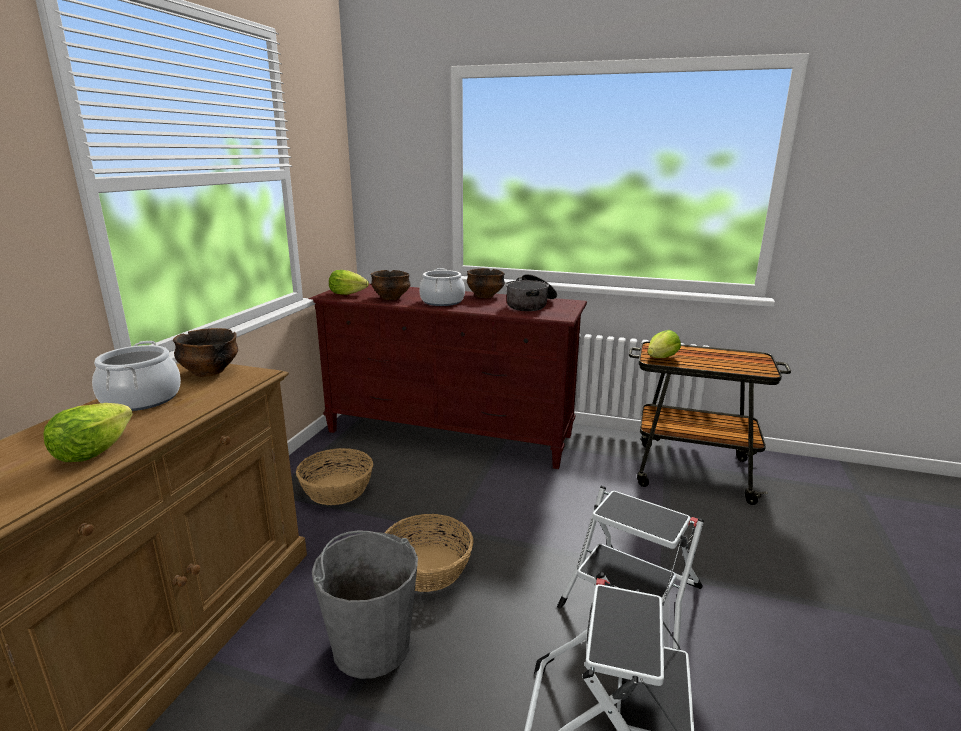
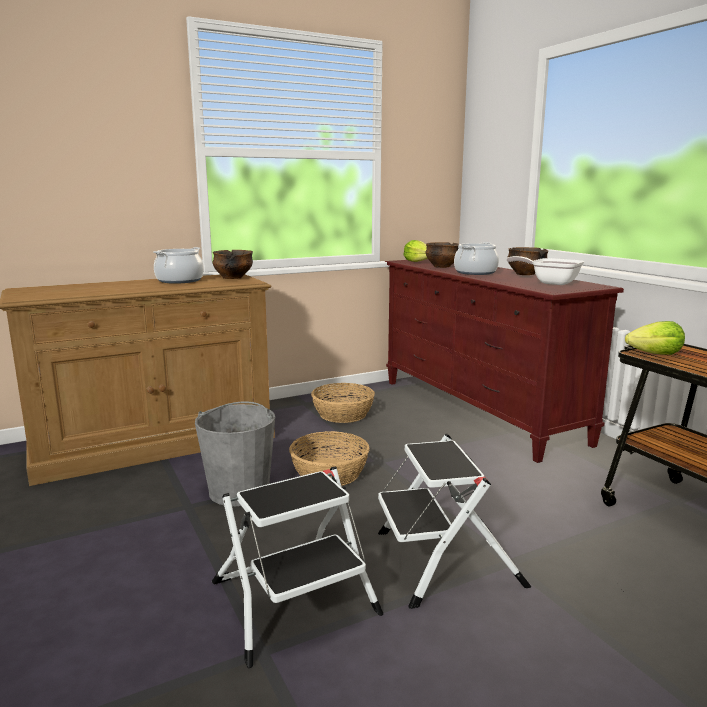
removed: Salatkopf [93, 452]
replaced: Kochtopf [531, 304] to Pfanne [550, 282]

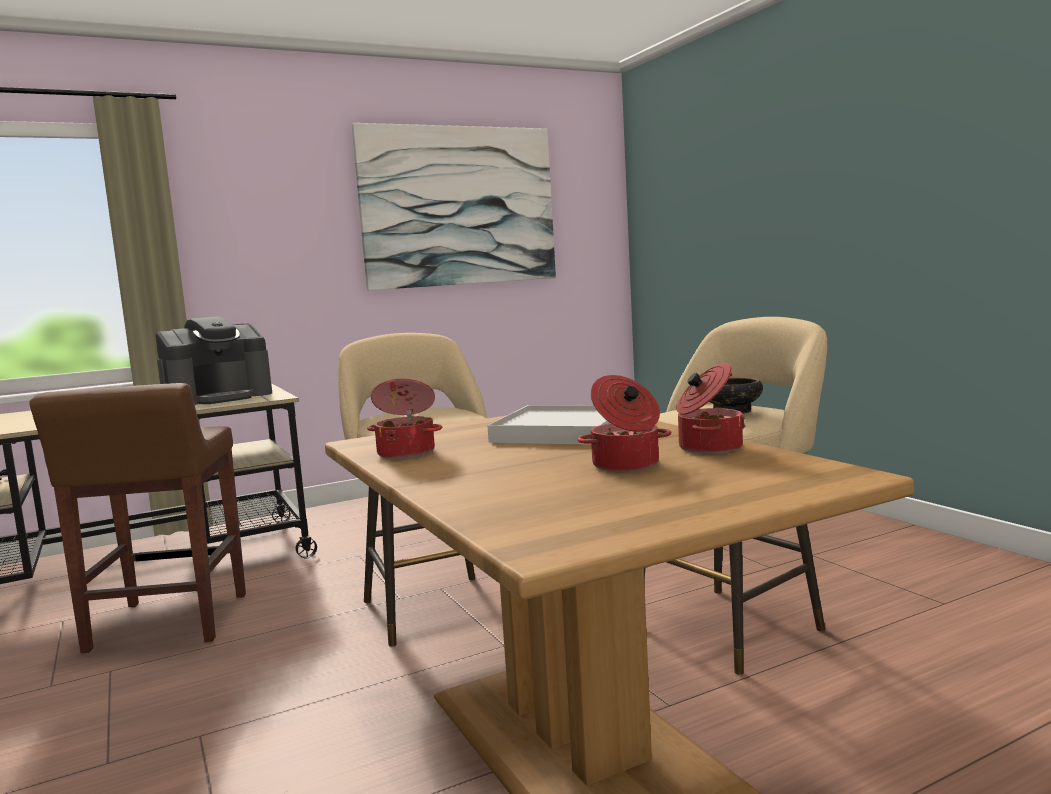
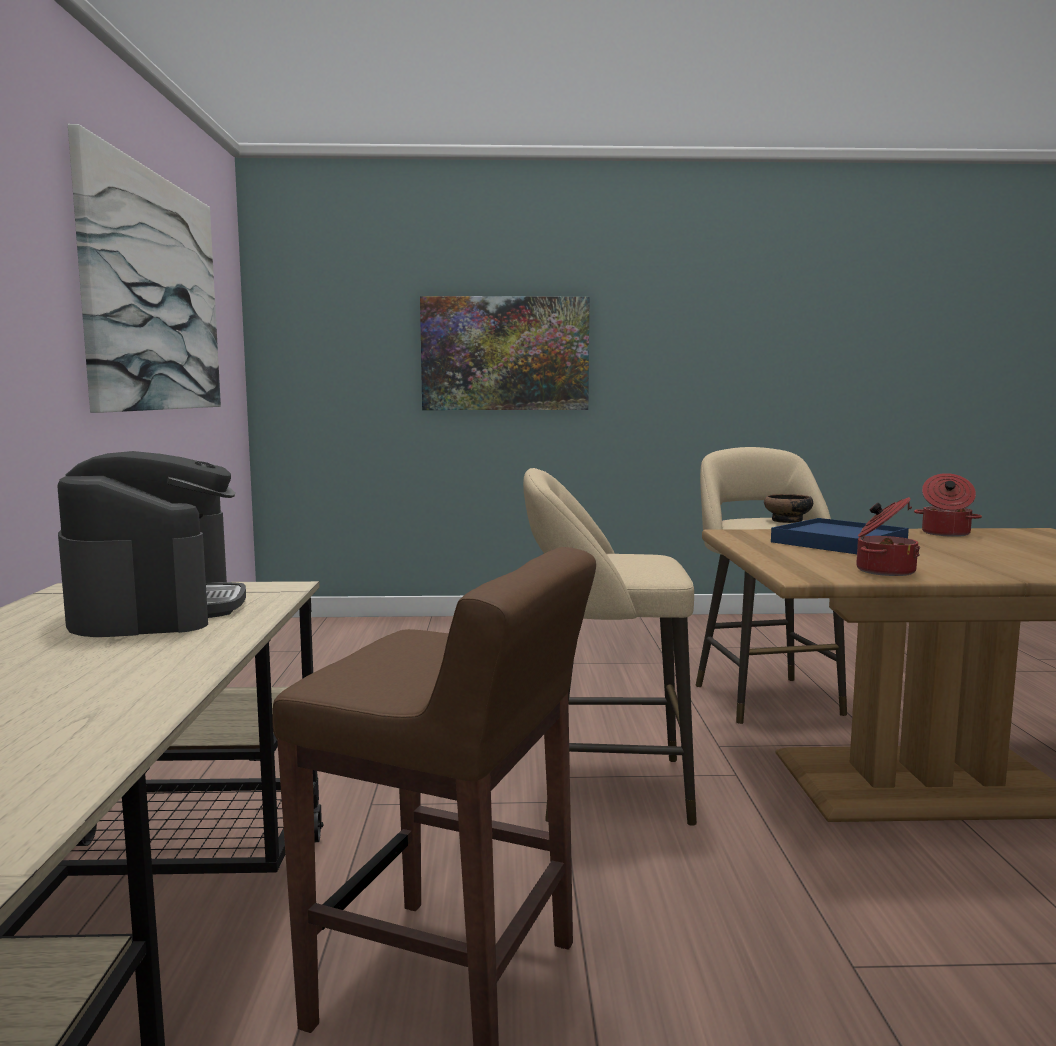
removed: Kochtopf [626, 466]
added: Bild [505, 354]
recoloured: Tablett [weiß] [560, 431] to Tablett [blau] [839, 542]

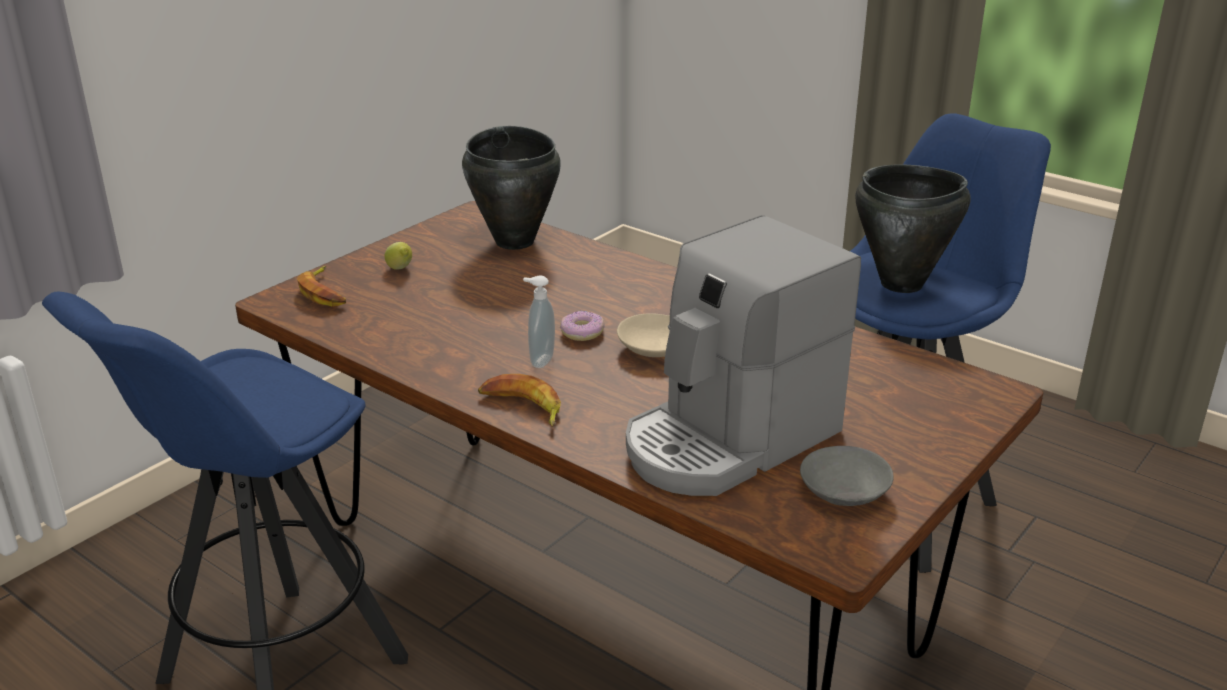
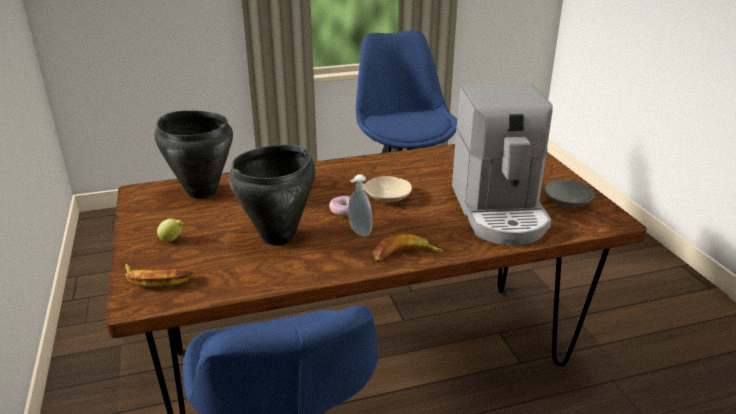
moved: Kochtopf [schwarz] [902, 284] to [278, 237]

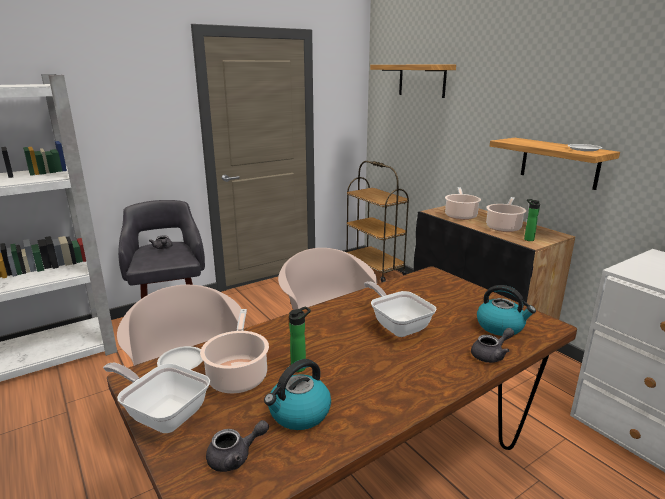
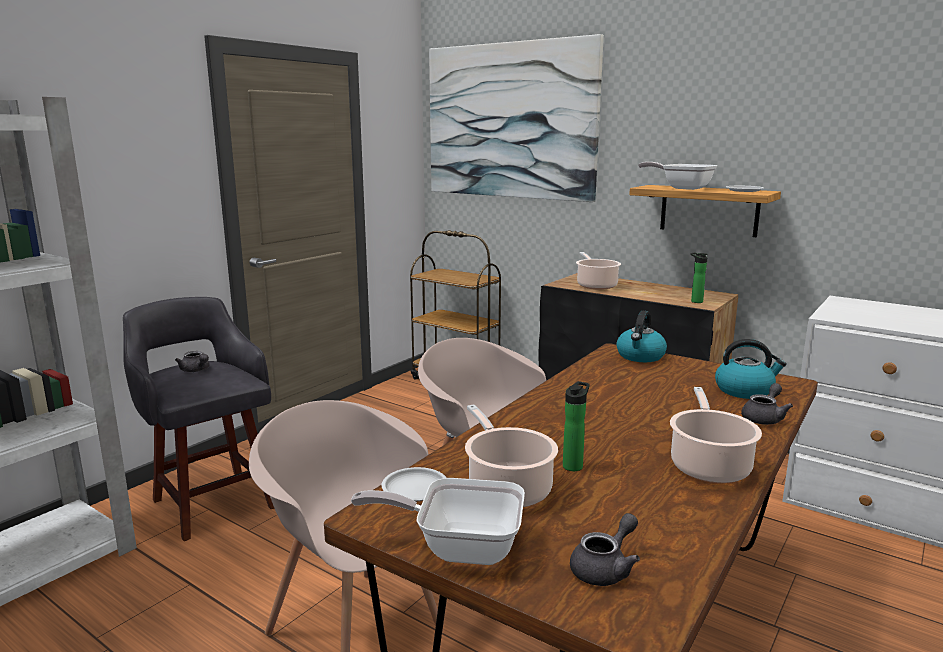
moved: Wasserkessel [299, 413] to [640, 356]; Pfanne [397, 325] to [682, 188]; Kochtopf [503, 227] to [709, 465]
replaced: Wandregal [422, 80] to Bild [509, 121]

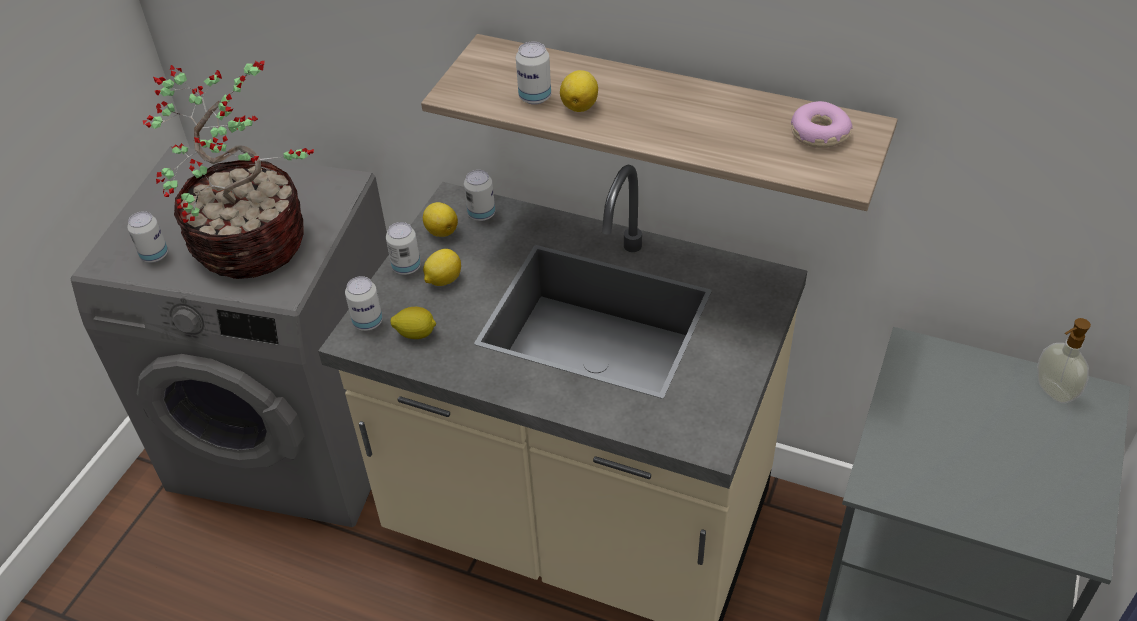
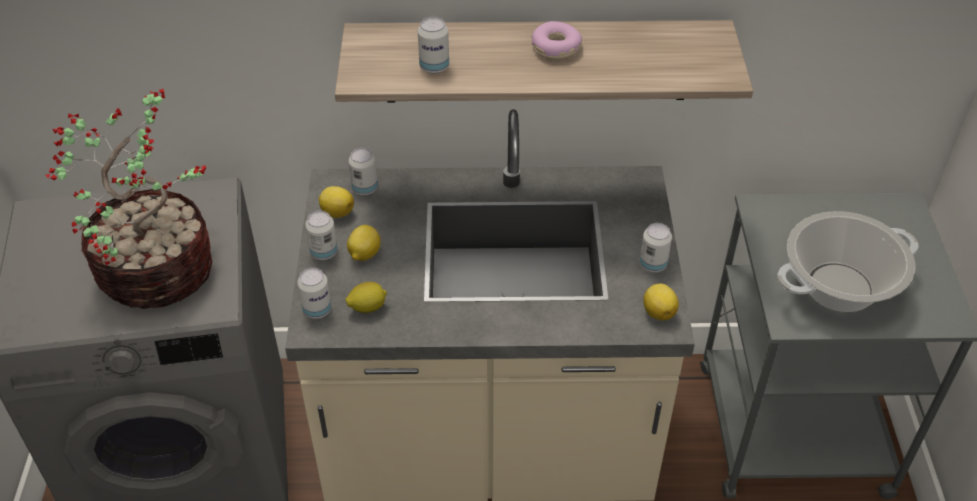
removed: Seifenspender [1052, 391]
added: Kochtopf [839, 288]
moved: Dose [154, 255] to [653, 264]; Zitrone [580, 106] to [658, 312]; Donut [818, 134] to [555, 48]

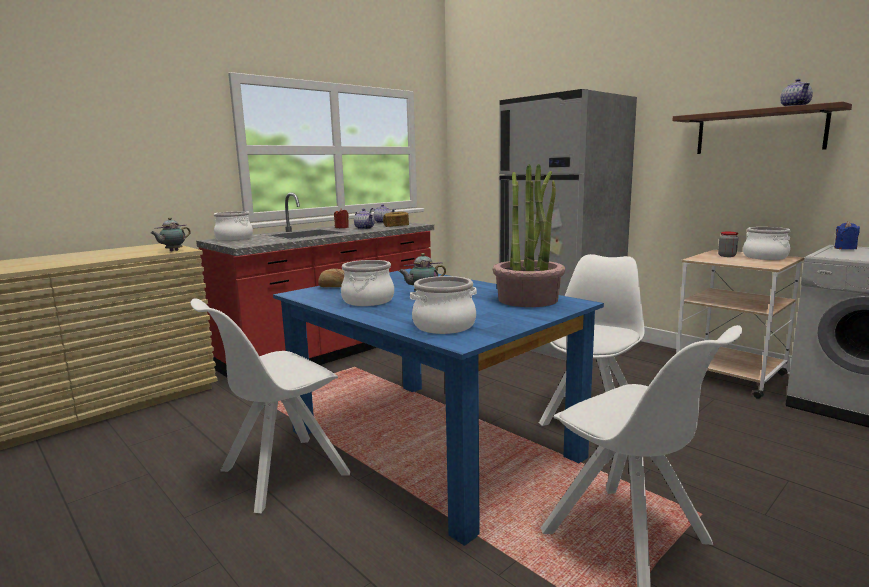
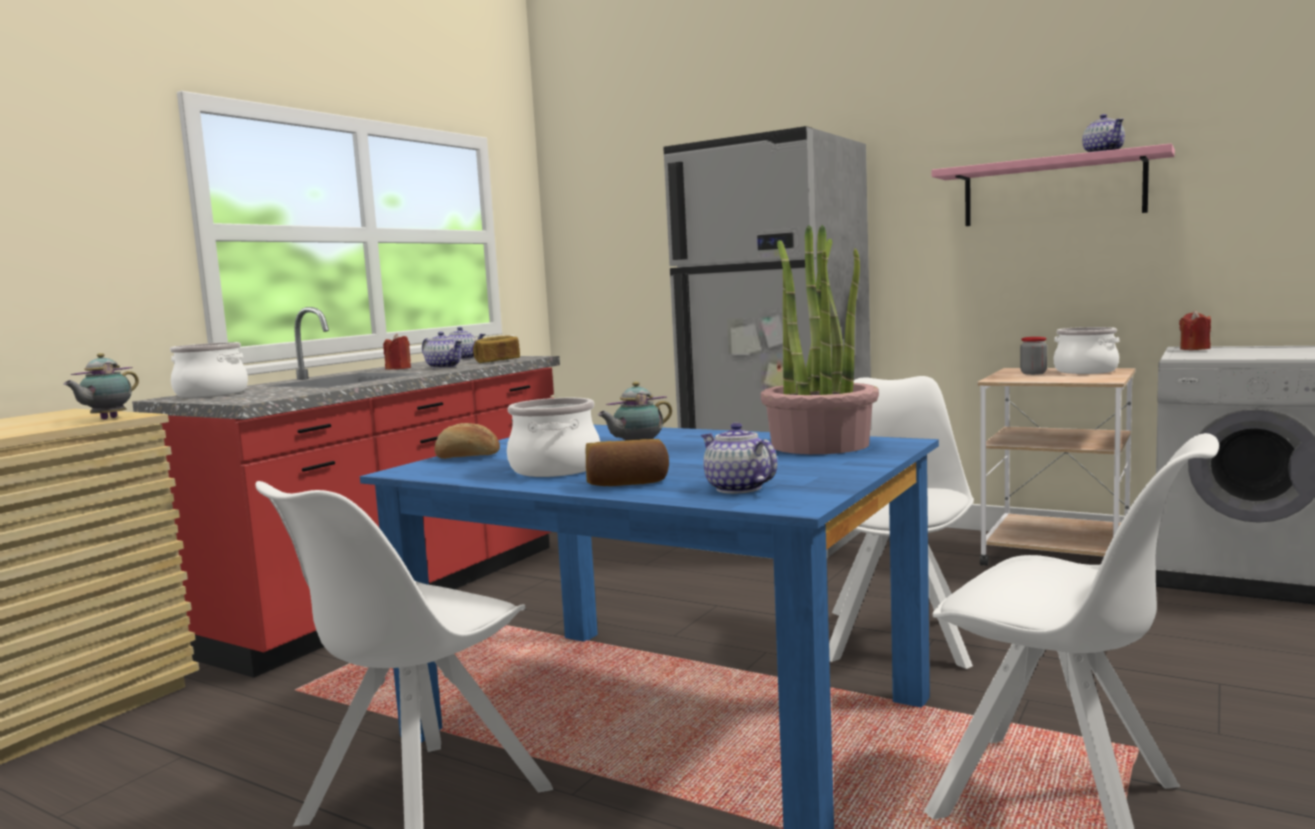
added: Brot [627, 483]
replaced: Kochtopf [444, 326] to Teekanne [737, 488]
recoloured: Wandregal [braun] [759, 131] to Wandregal [rosa] [1052, 190]; Kerze [blau] [845, 248] to Kerze [rot] [1194, 349]

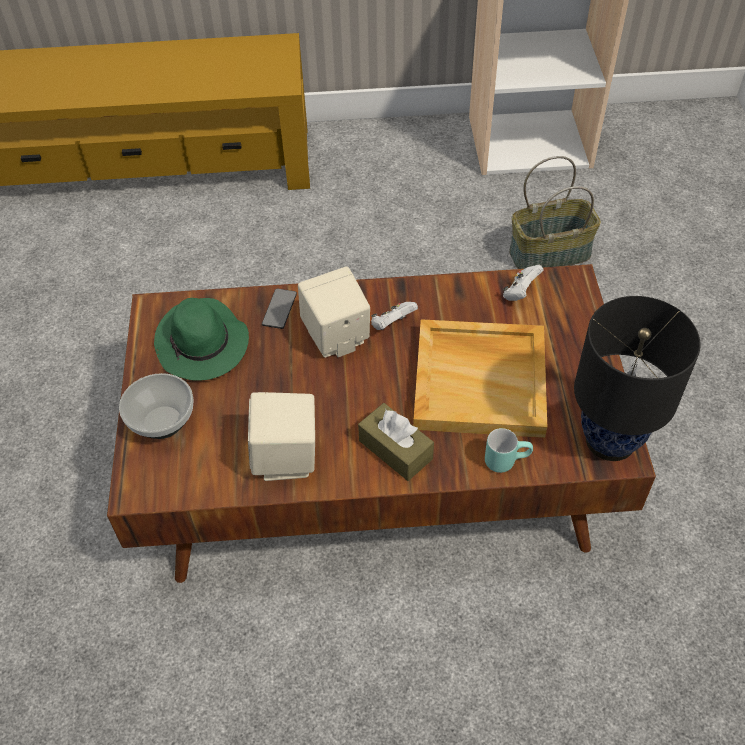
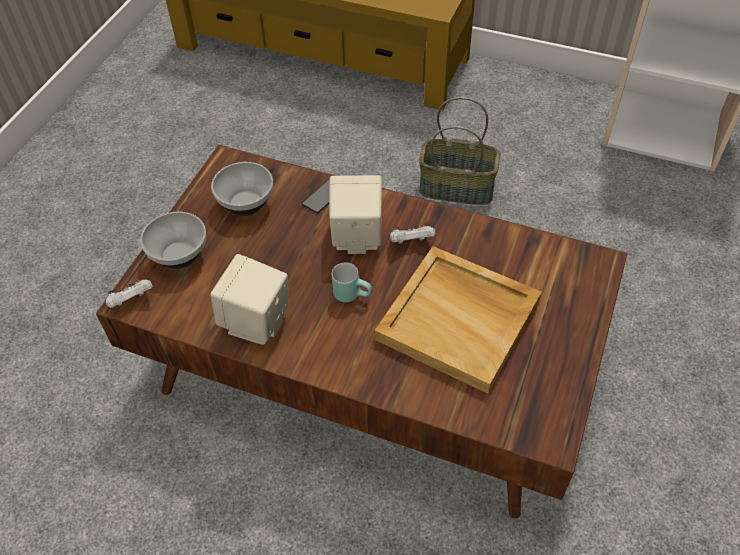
removed: Taschentuchbox [braun] [395, 449]; Tischlampe [schwarz] [610, 440]
moved: Henkelbecher [türkis] [506, 459] to [353, 294]; Gamepad [weiß] [520, 292] to [131, 301]; Korb [550, 252] to [457, 187]
replaced: Hut [grün] [203, 345] to Schüssel [246, 204]

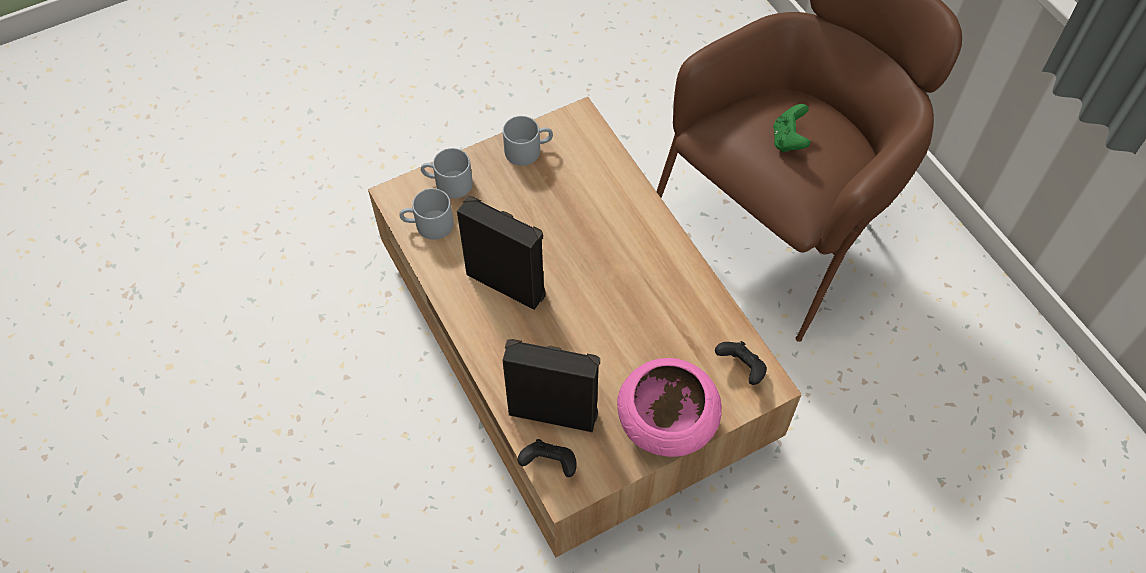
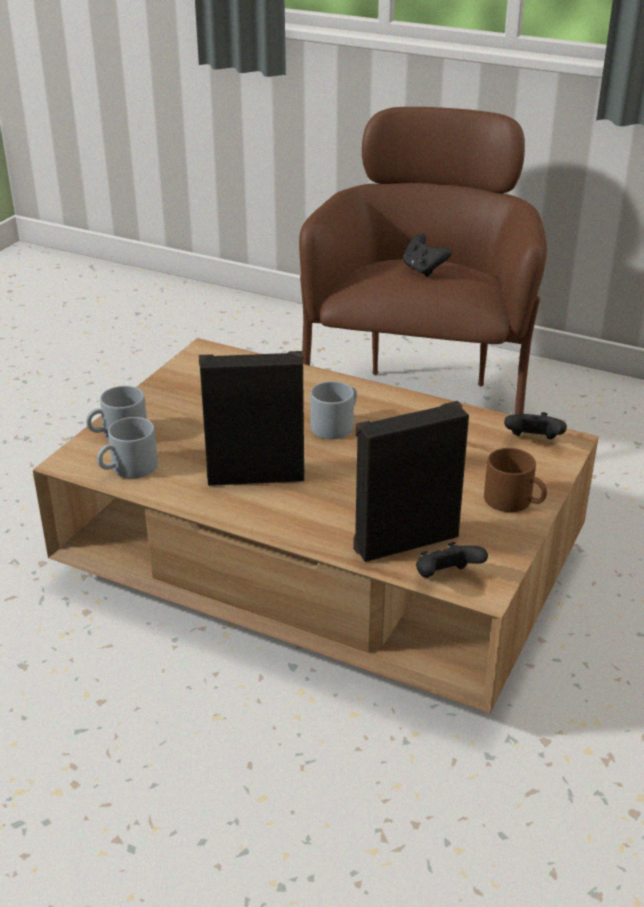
moved: Henkelbecher [grau] [528, 149] to [336, 424]
replaced: Schüssel [rosa] [666, 423] to Henkelbecher [braun] [515, 501]
recoloured: Gamepad [grün] [788, 140] to Gamepad [schwarz] [423, 270]

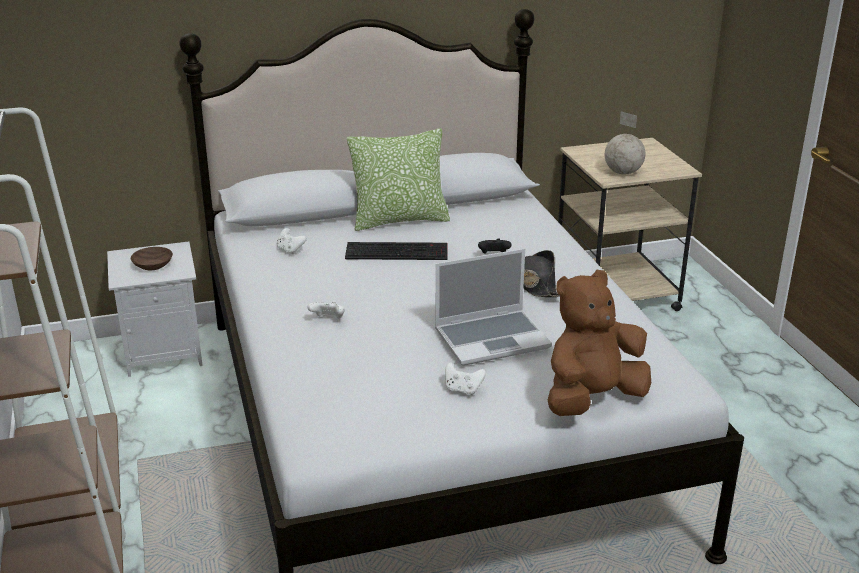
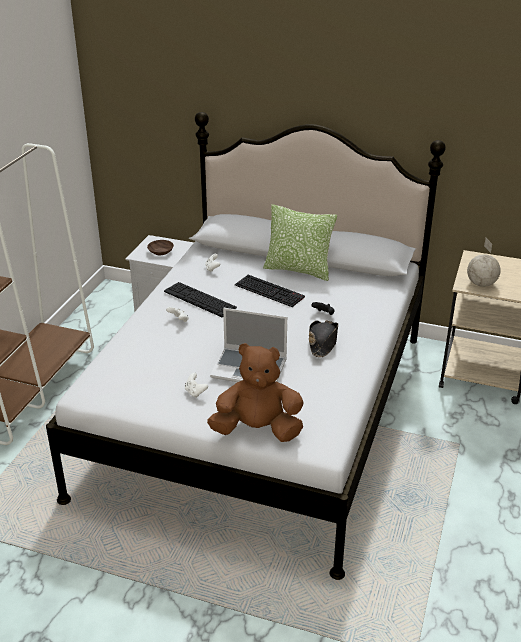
added: Tastatur [199, 299]

